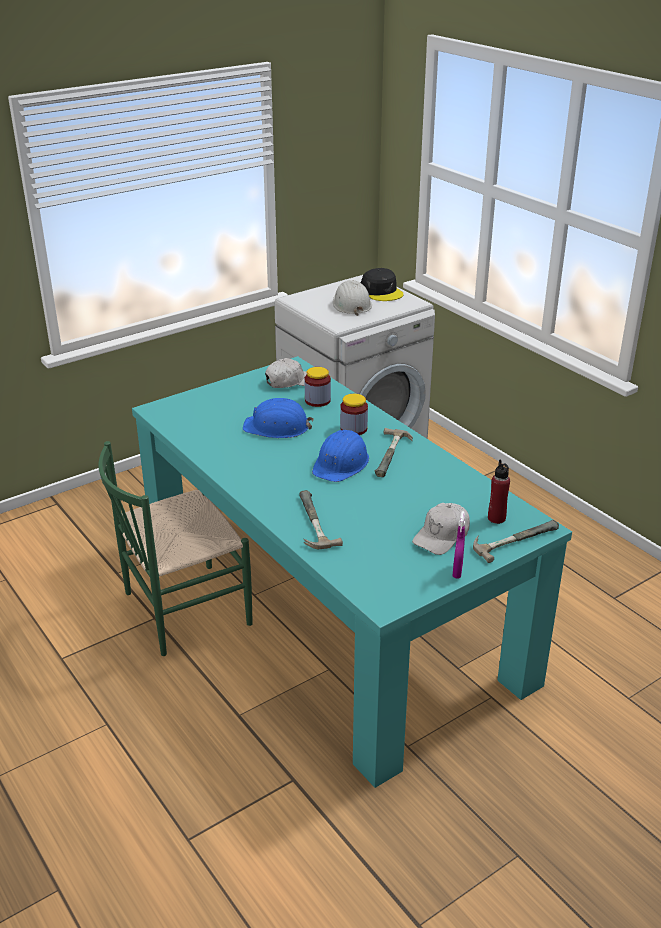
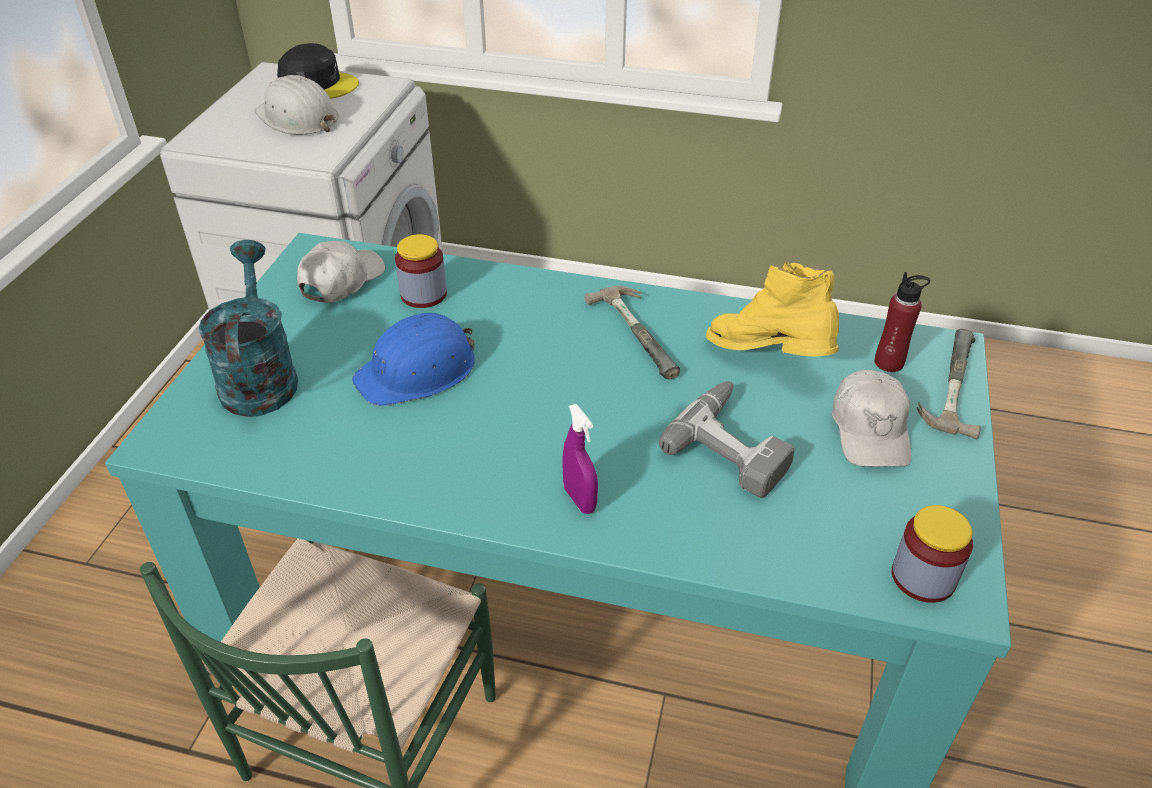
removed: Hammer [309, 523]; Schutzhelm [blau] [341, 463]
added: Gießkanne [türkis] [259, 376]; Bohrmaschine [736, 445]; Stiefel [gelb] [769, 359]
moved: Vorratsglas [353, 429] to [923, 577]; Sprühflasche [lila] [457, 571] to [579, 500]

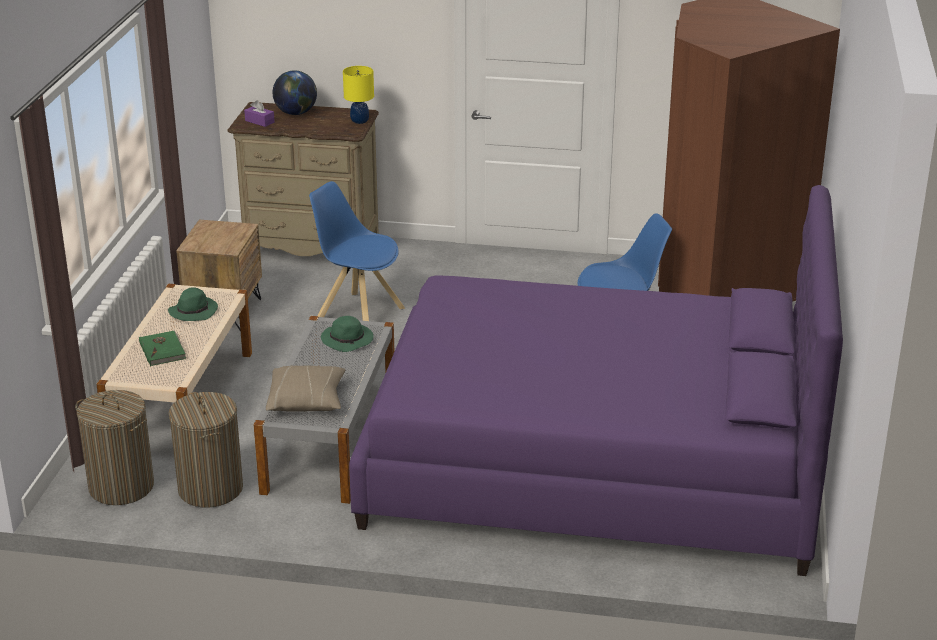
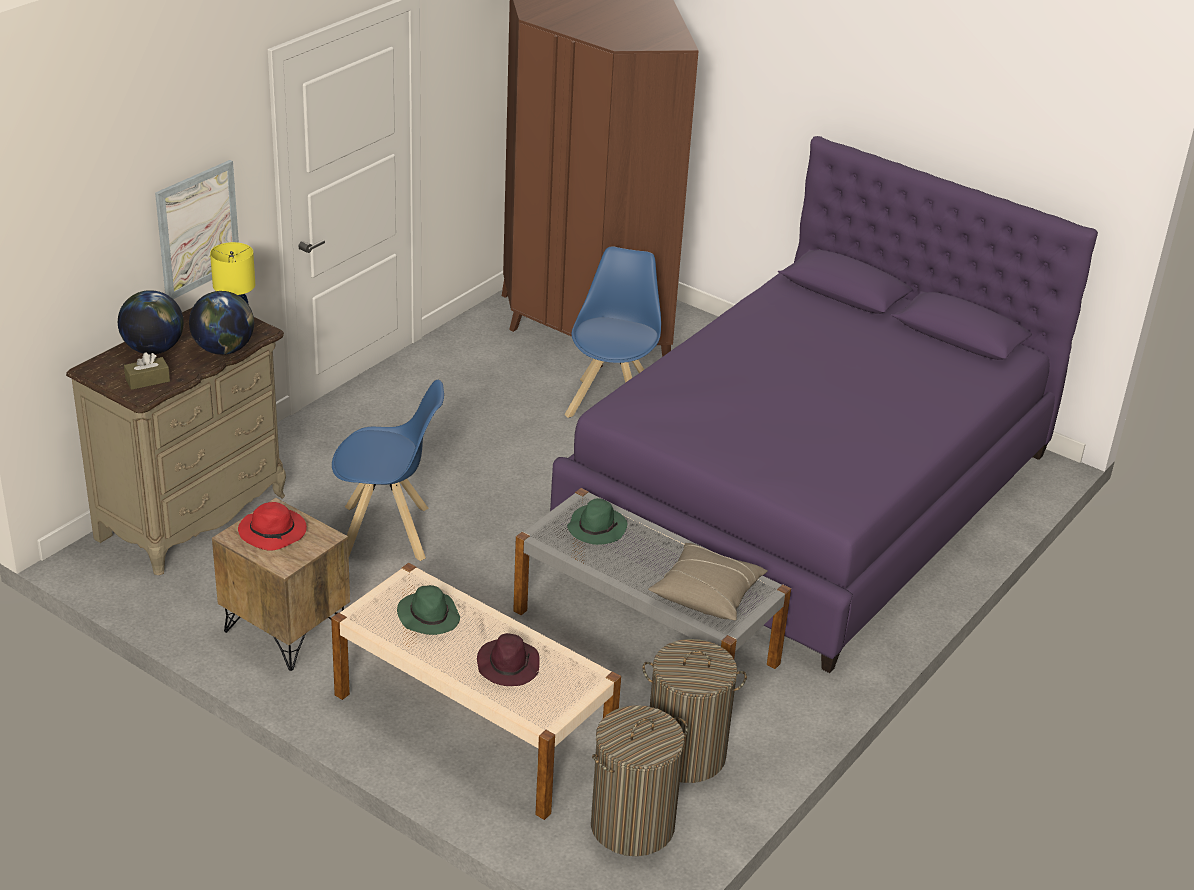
added: Bild [197, 229]; Globus [224, 349]; Hut [rot] [274, 532]
replaced: Buch [grün] [163, 350] to Hut [lila] [507, 665]
recoloured: Taschentuchbox [lila] [259, 121] to Taschentuchbox [braun] [147, 380]
turned: Stuhl [blau] [358, 313] = [388, 533] 150 degrees counterclockwise

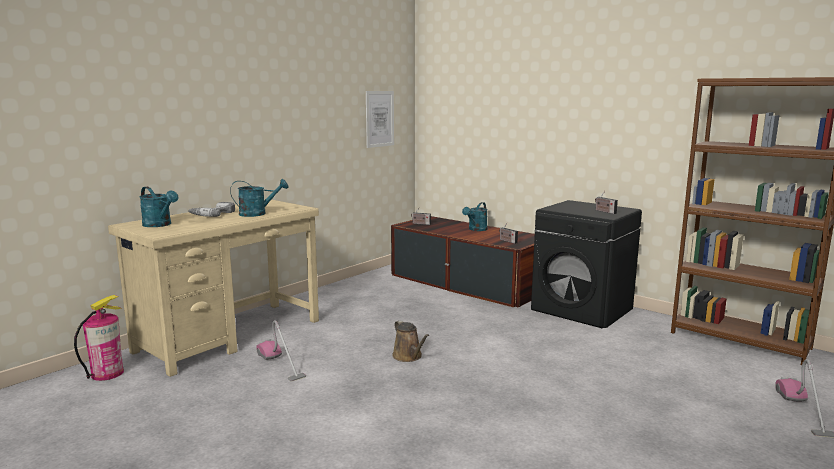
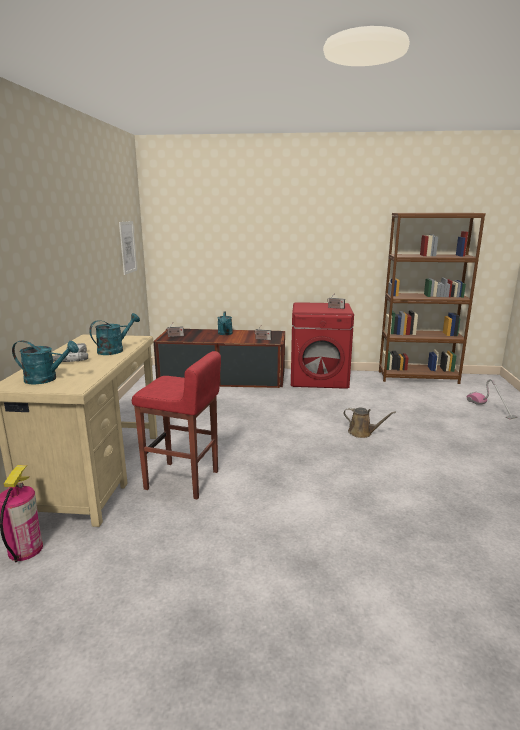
moved: Gießkanne [braun] [408, 356] to [362, 433]
replaced: Staubsauger [280, 364] to Hocker [rot] [183, 480]
recoloured: Waschmaschine [schwarz] [581, 309] to Waschmaschine [rot] [319, 379]

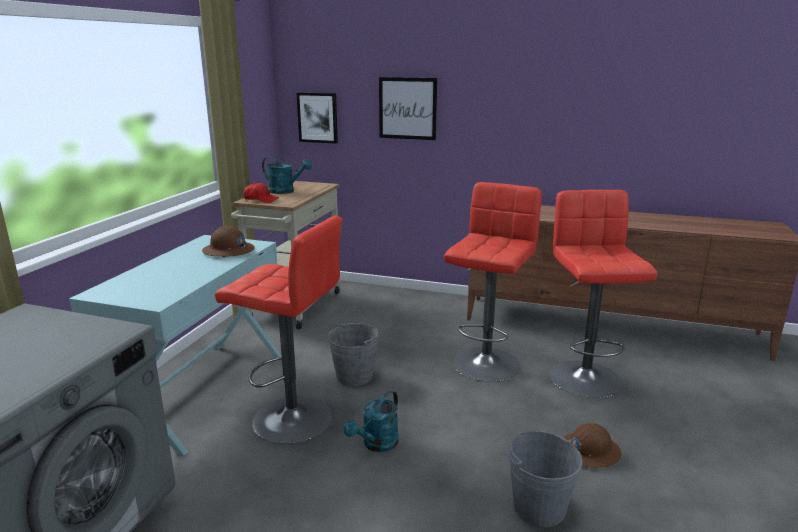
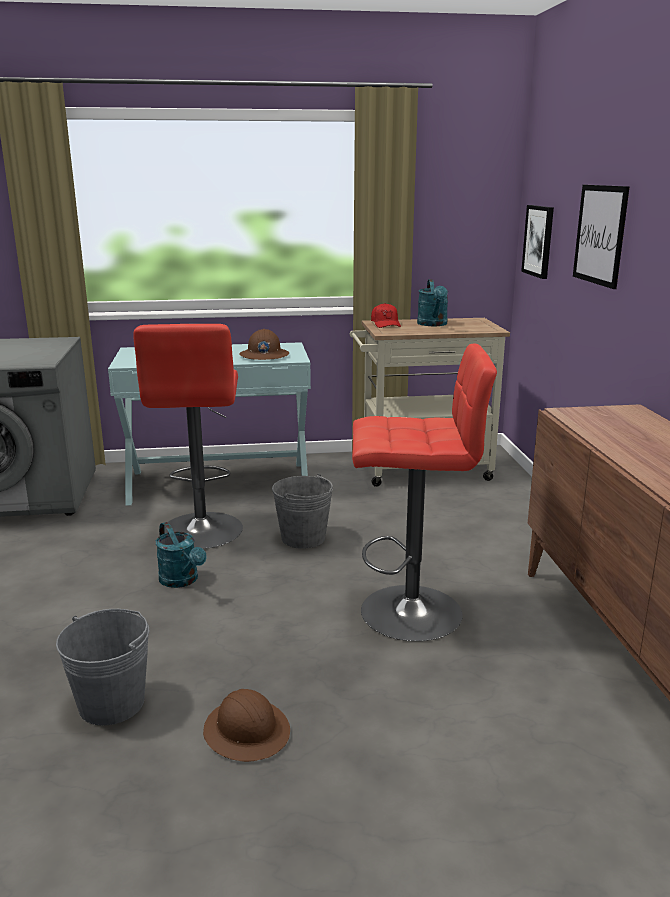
removed: Hocker [rot] [585, 378]
turned: Gießkanne [türkis] [376, 445] = [182, 581] 135 degrees counterclockwise

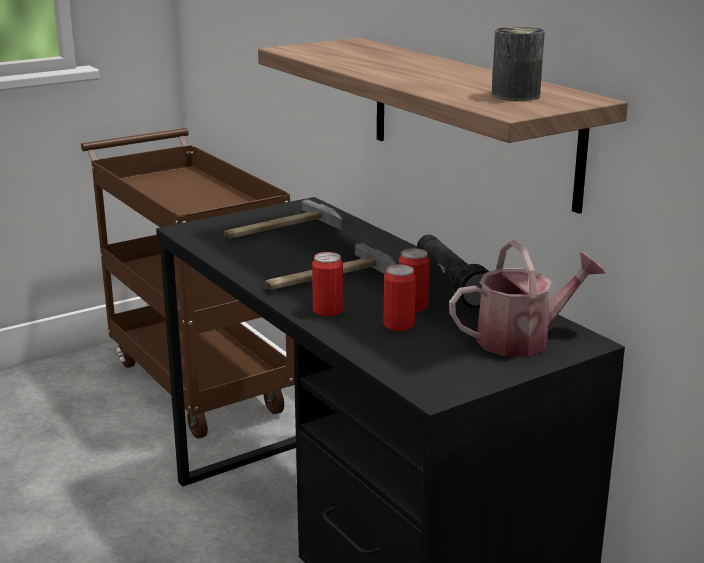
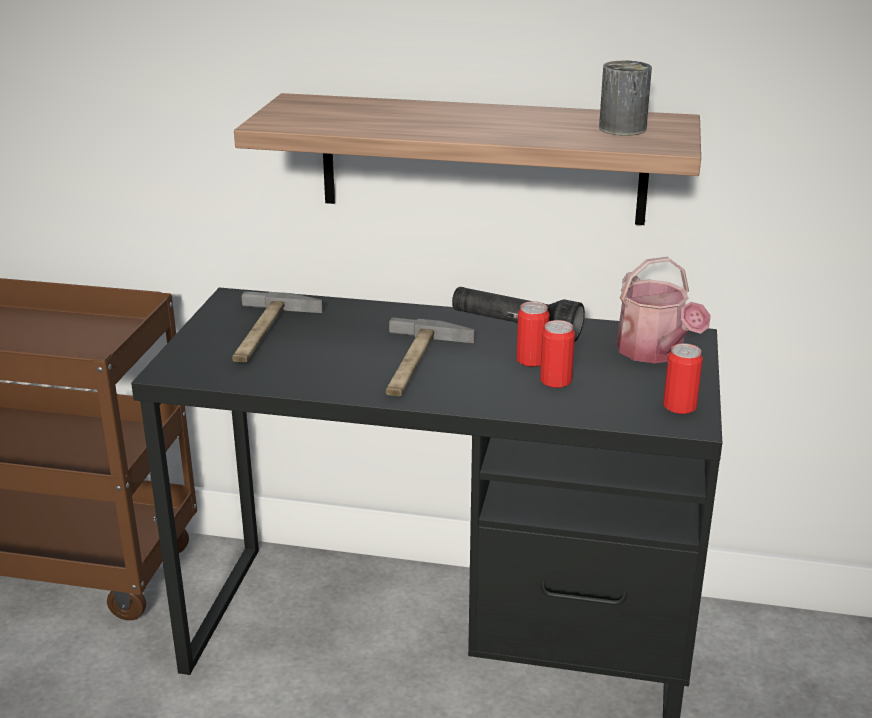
moved: Dose [328, 310] to [679, 406]
turned: Gießkanne [522, 339] = [654, 353] 135 degrees clockwise

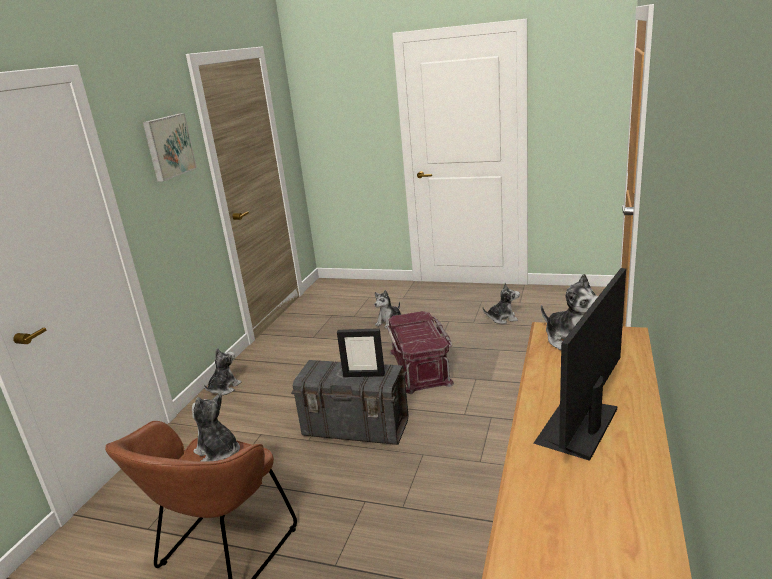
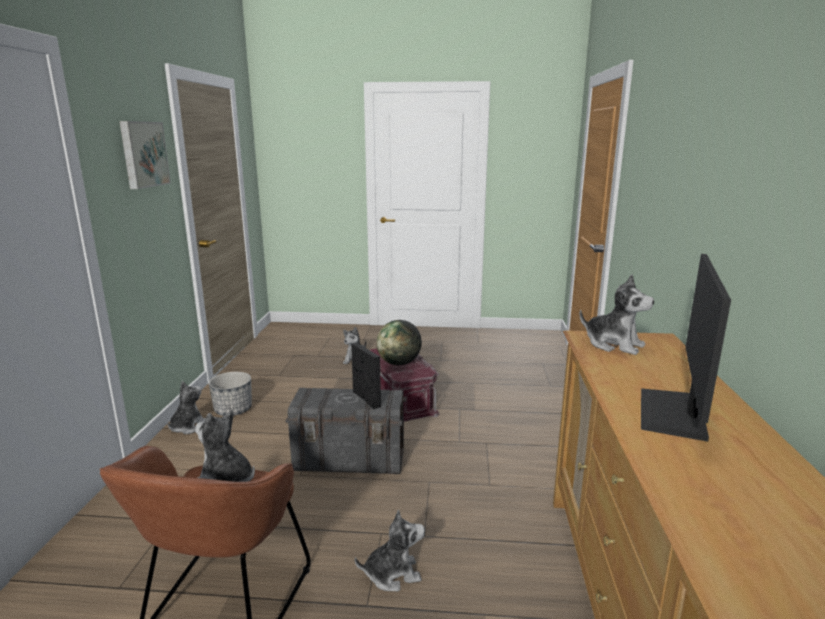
added: Pflanzkübel [233, 410]; Globus [399, 363]
moved: Plüschtier [502, 318] to [392, 574]
turned: Bilderrahmen [364, 374] = [365, 399] 120 degrees counterclockwise

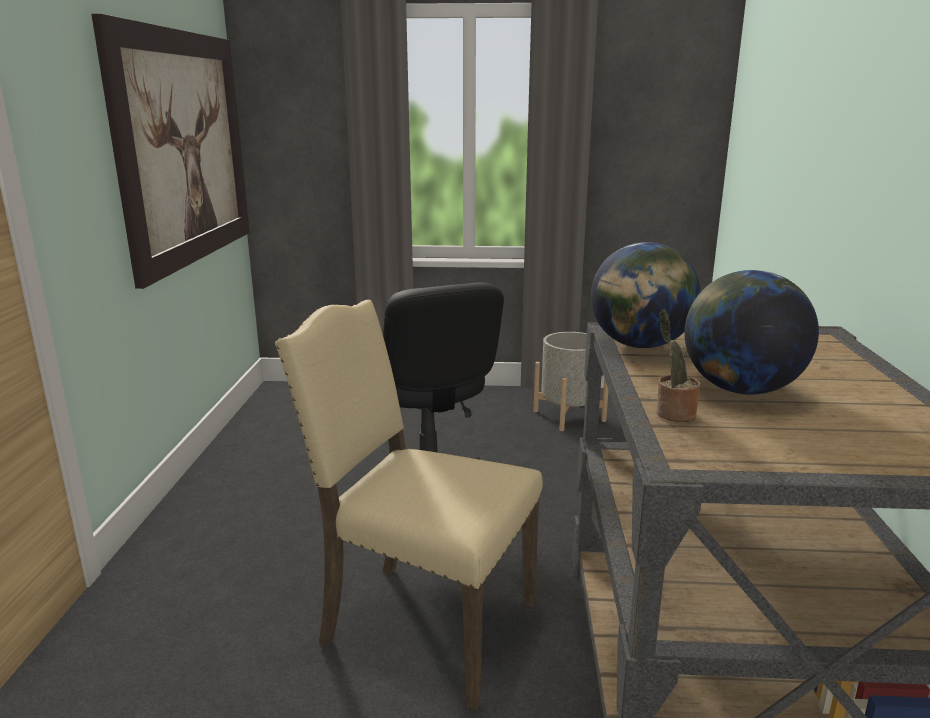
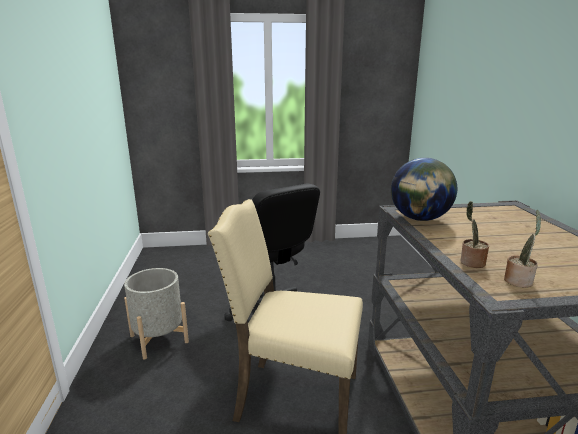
removed: Bild [185, 148]; Globus [740, 389]
added: Topfpflanze [519, 280]
moved: Pflanzkübel [grau] [569, 416] to [159, 339]

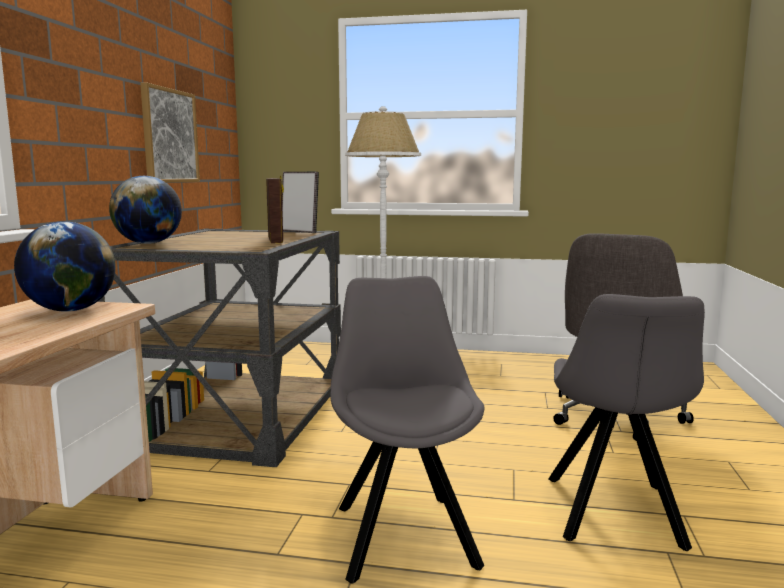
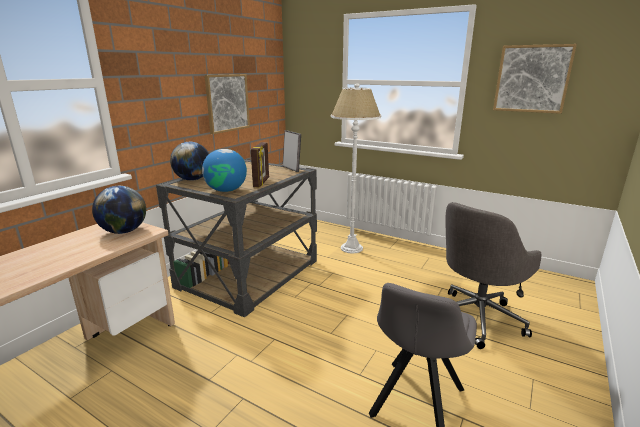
removed: Stuhl [grau] [403, 535]
added: Globus [226, 190]; Bild [532, 79]

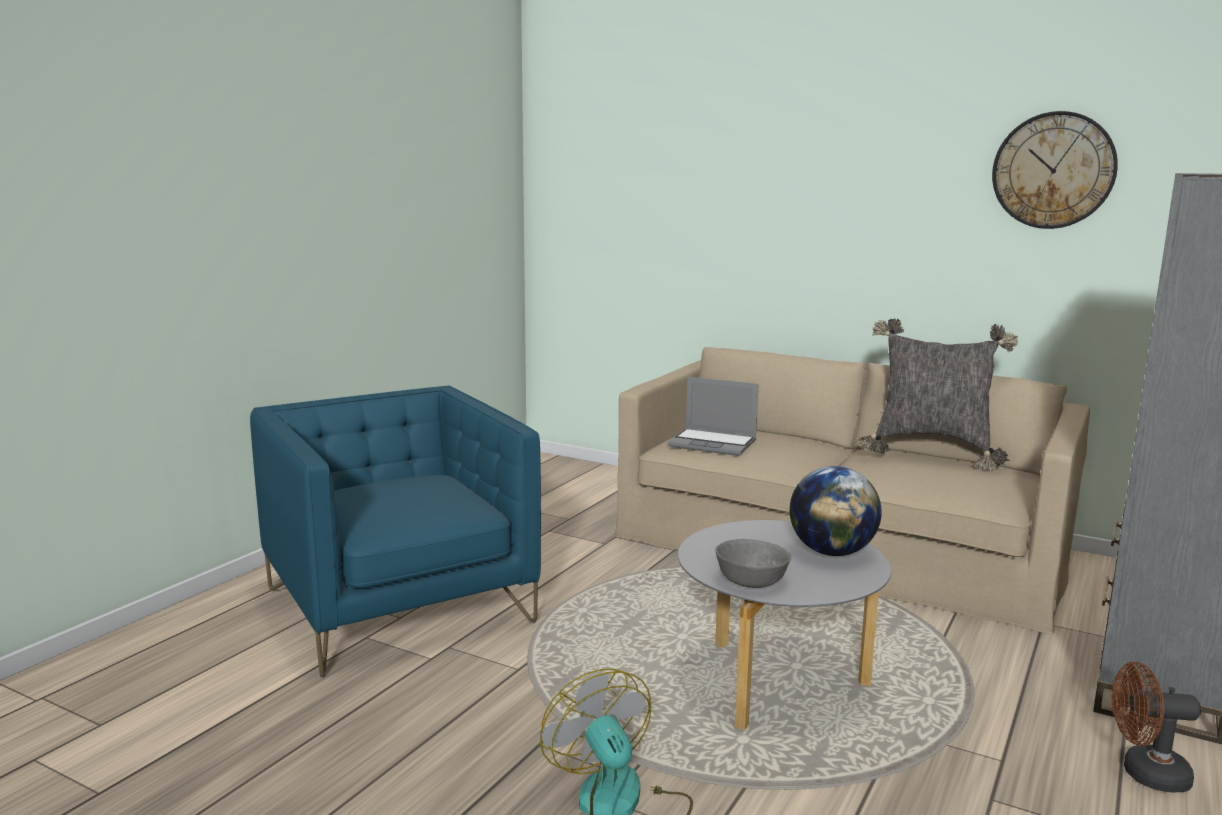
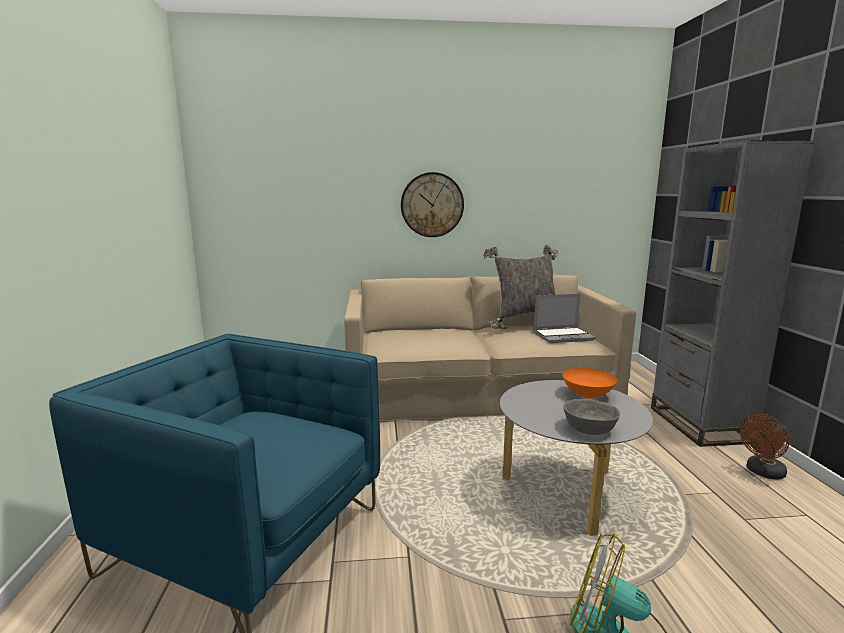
moved: Laptop [714, 444] to [563, 336]; Wanduhr [1053, 170] to [432, 205]
replaced: Globus [831, 552] to Schüssel [orange] [588, 395]

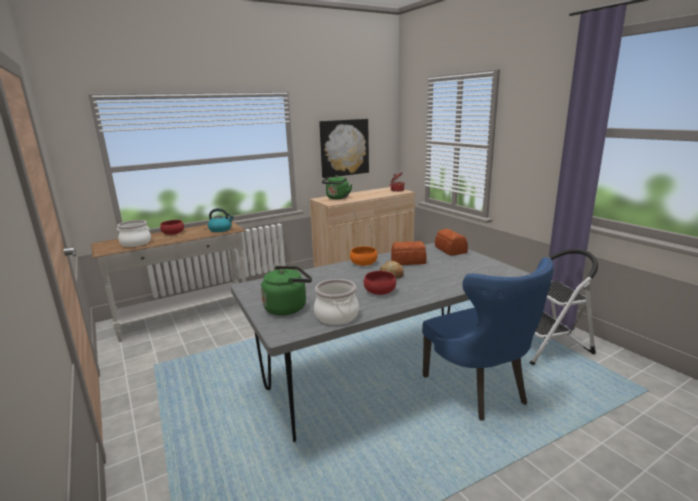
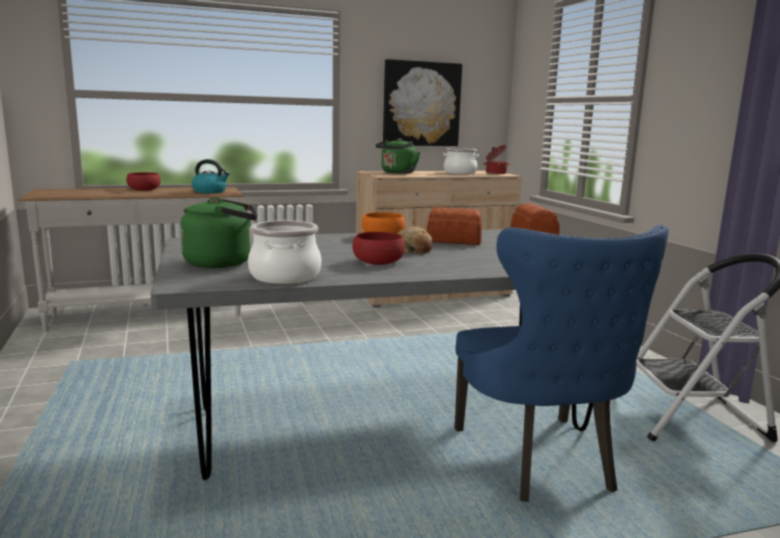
moved: Kochtopf [136, 243] to [460, 173]

